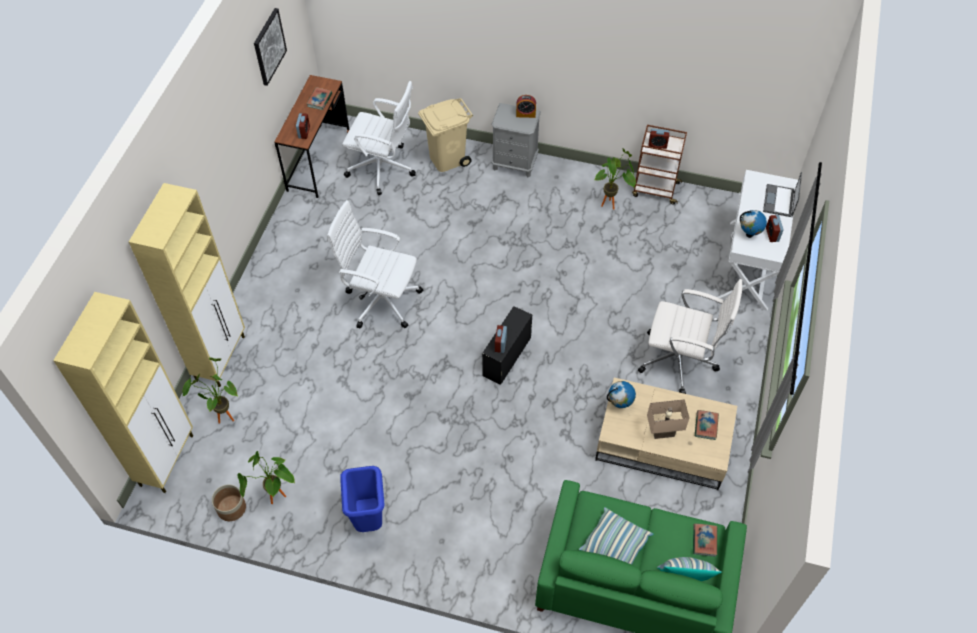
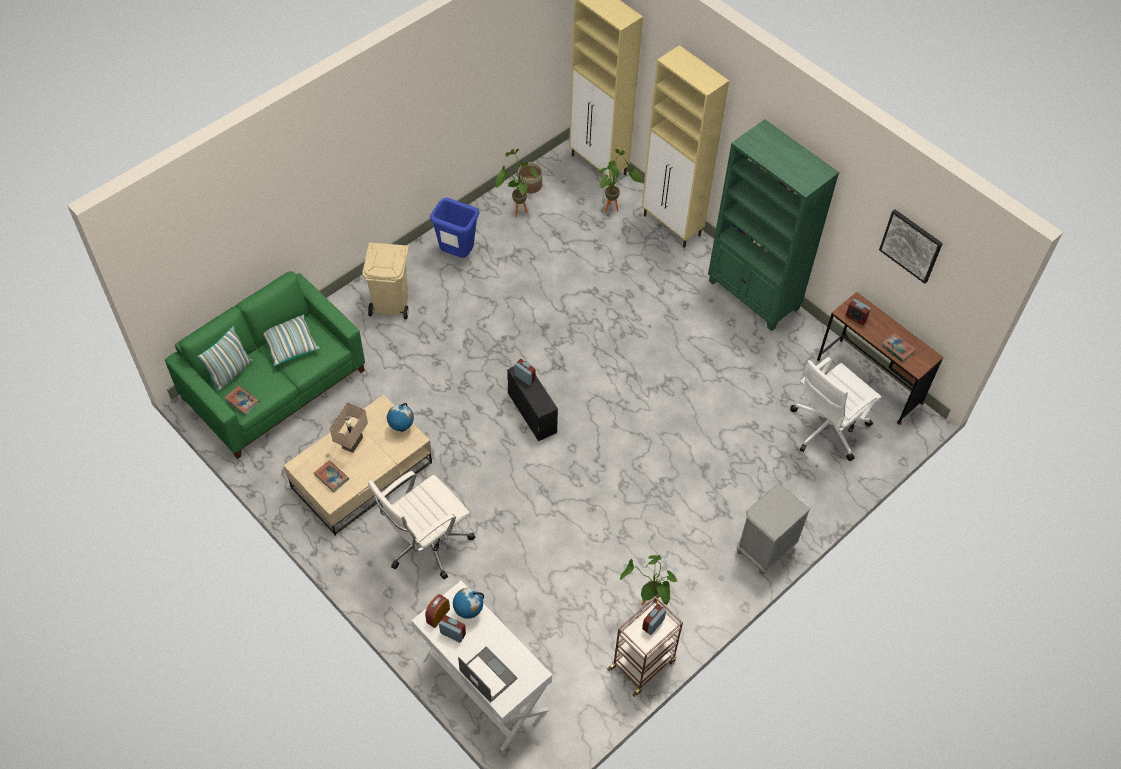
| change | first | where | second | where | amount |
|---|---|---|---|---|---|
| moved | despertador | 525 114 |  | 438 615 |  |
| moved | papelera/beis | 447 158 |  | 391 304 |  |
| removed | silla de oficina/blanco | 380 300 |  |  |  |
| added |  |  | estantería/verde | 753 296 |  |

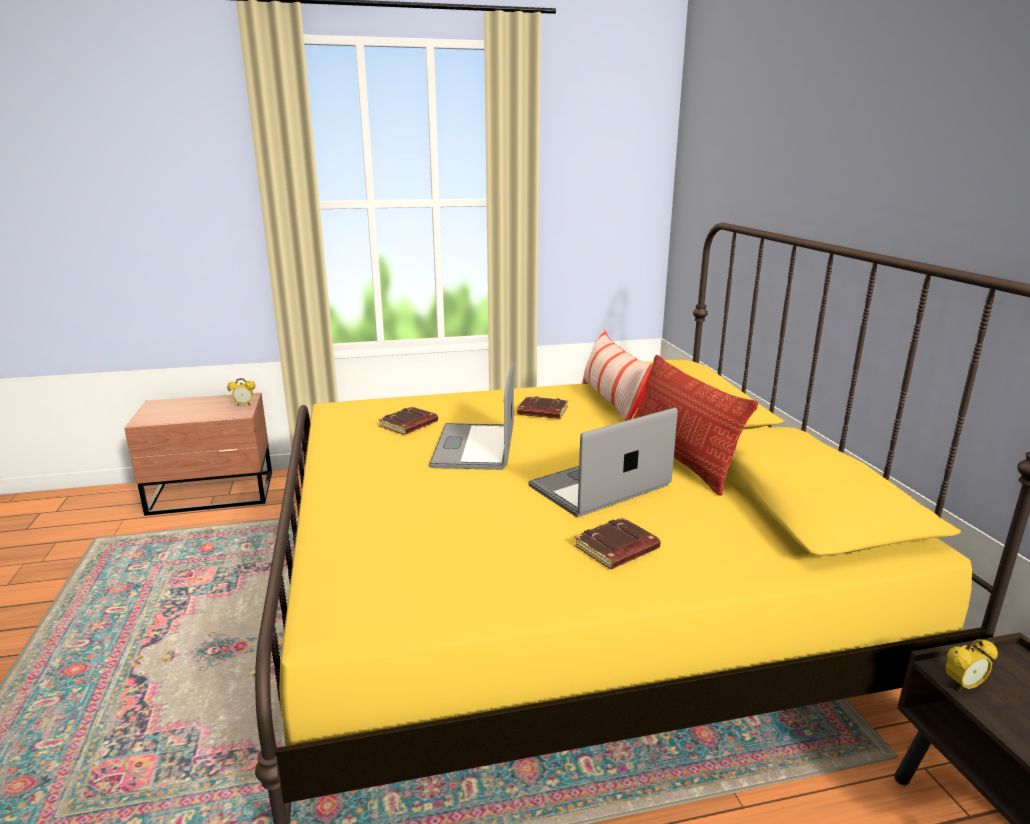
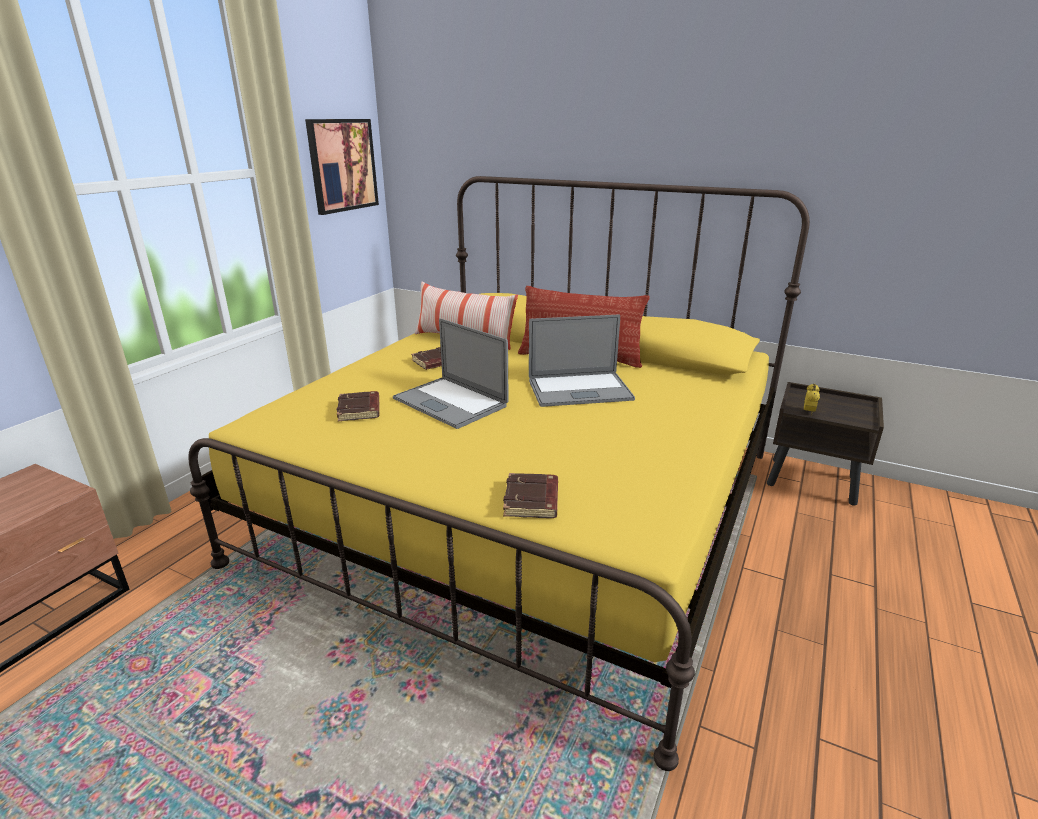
| change | first | where | second | where | amount |
|---|---|---|---|---|---|
| removed | despertador | 244 405 |  |  |  |
| turned | portátil | 599 486 |  | 579 390 | 105 degrees counterclockwise |
| moved | libro/marrón | 617 549 |  | 532 501 |  |
| added |  |  | cuadro | 342 165 |  |

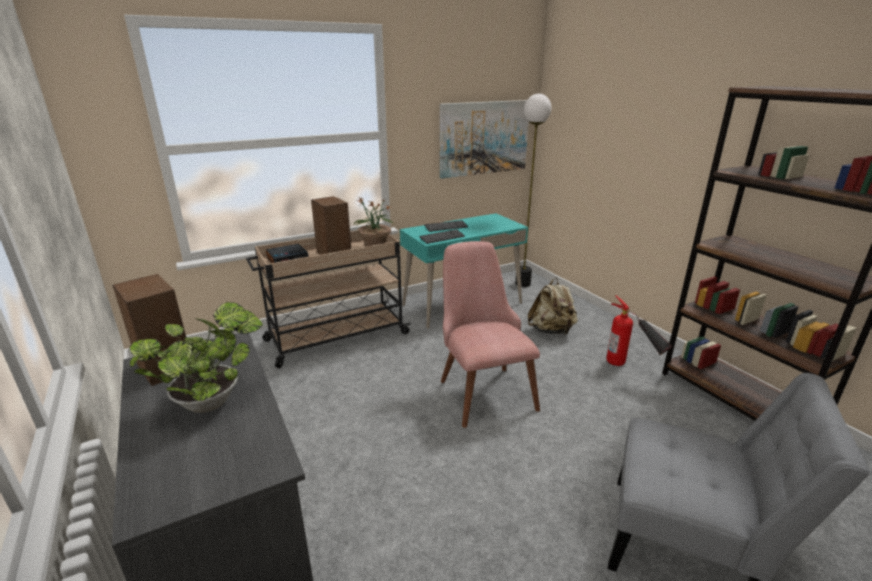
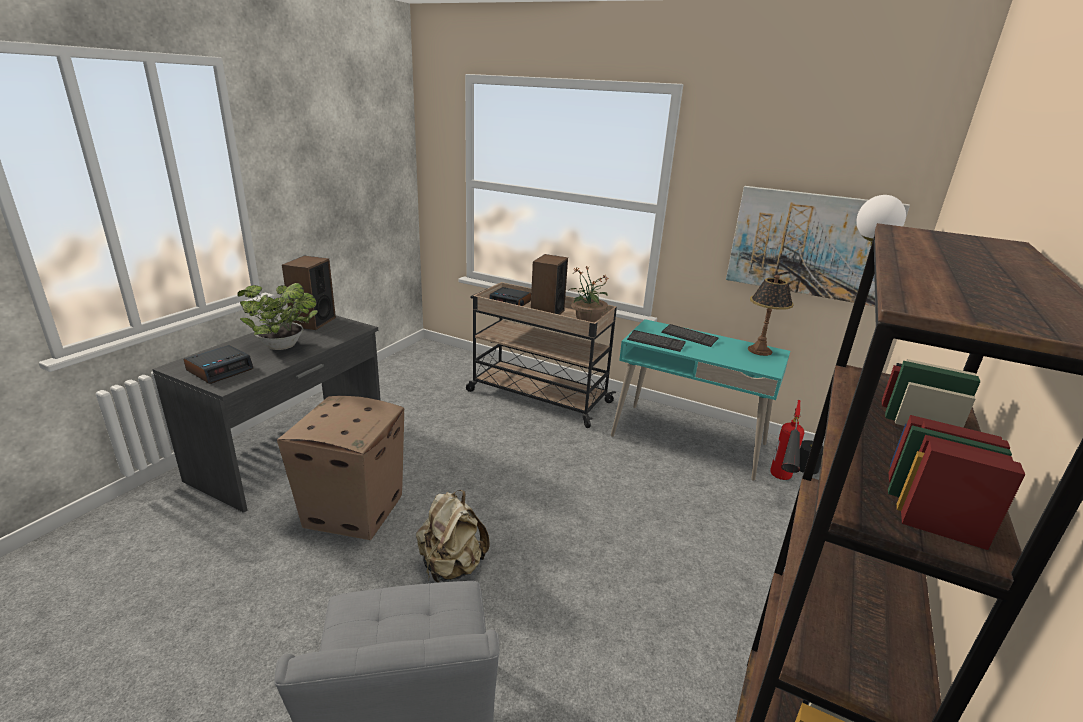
| change | first | where | second | where | amount |
|---|---|---|---|---|---|
| removed | silla/rosa | 481 387 |  |  |  |
| moved | mochila/beis | 551 330 |  | 451 567 |  |
| moved | extintor | 630 369 |  | 780 485 |  |
| added |  |  | lámpara de mesa | 760 350 |  |
| added |  |  | despertador | 220 370 |  |
| added |  |  | caja de cartón | 355 510 |  |

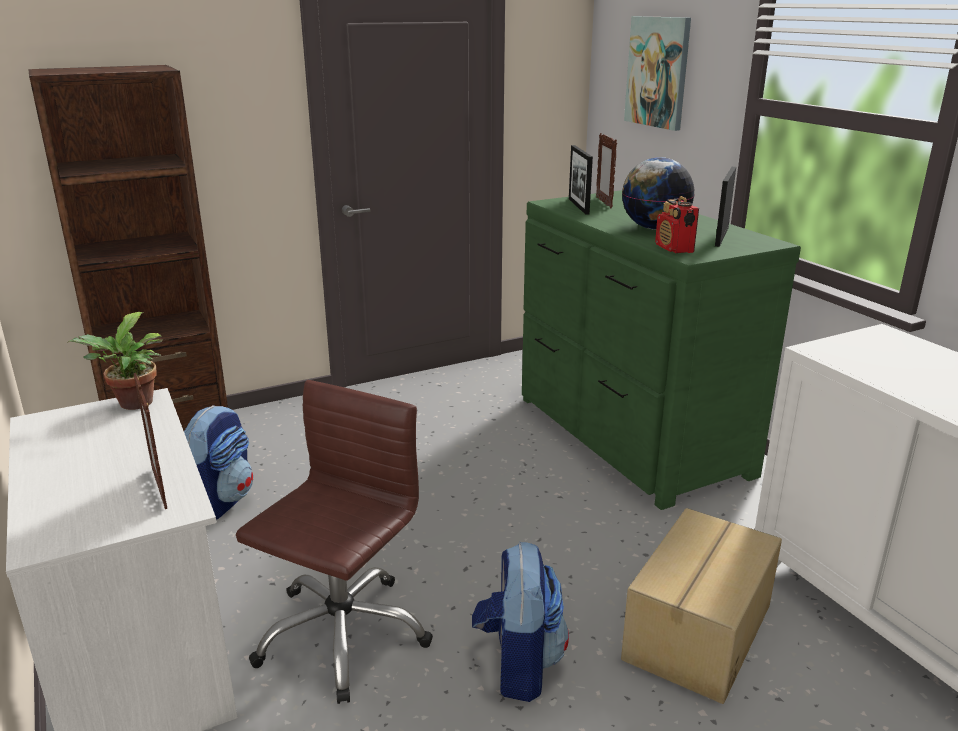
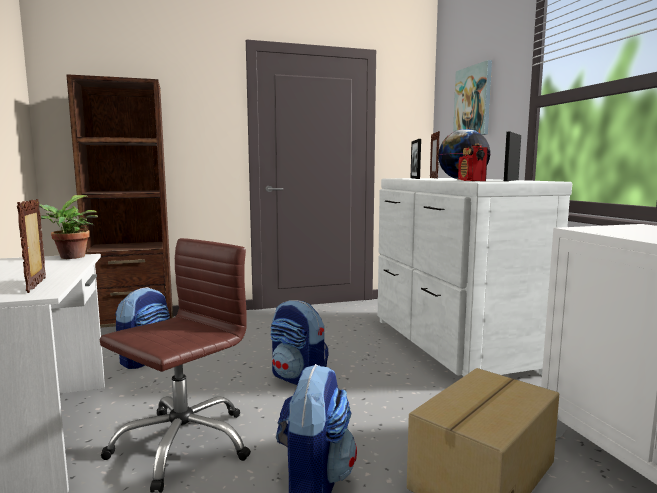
| change | first | where | second | where | amount |
|---|---|---|---|---|---|
| recoloured | cómoda/verde | 628 436 | cómoda/blanco | 451 345 |  |
| added |  |  | mochila | 299 378 |  |

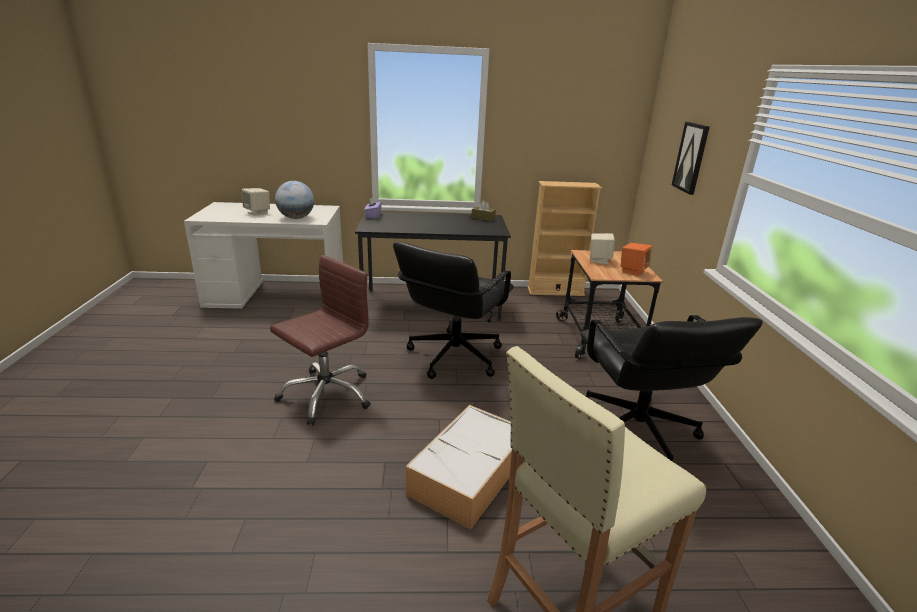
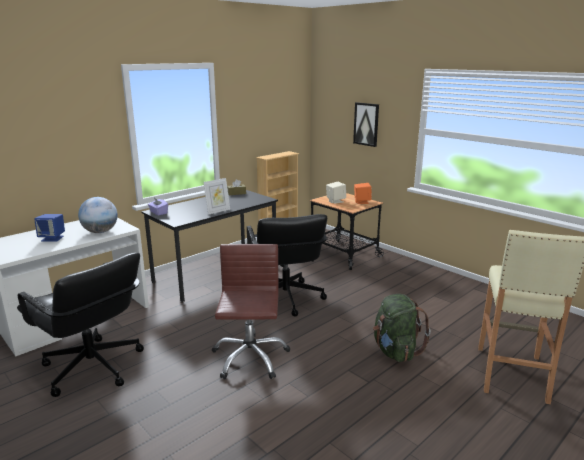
| change | first | where | second | where | amount |
|---|---|---|---|---|---|
| recoloured | altavoz/beis | 258 213 | altavoz/azul | 52 238 |  |
| moved | silla de oficina/negro | 636 433 |  | 92 368 |  |
| replaced | caja de almacenaje | 468 475 | mochila/verde | 395 351 |  |
| added |  |  | portarretratos | 218 211 |  |

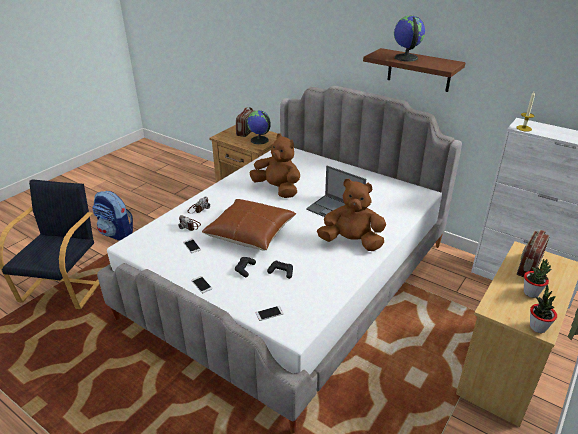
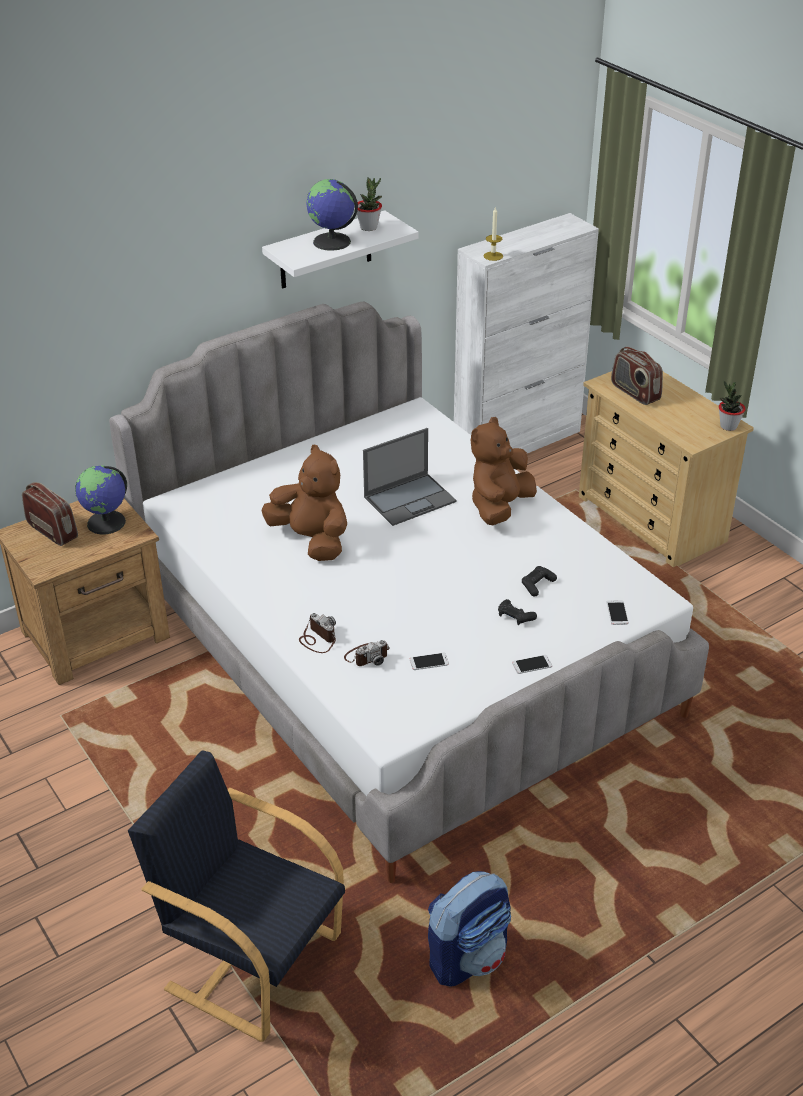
| change | first | where | second | where | amount |
|---|---|---|---|---|---|
| recoloured | estante/marrón | 419 70 | estante/blanco | 325 251 |  |
| turned | peluche/marrón | 277 189 |  | 311 540 | 75 degrees clockwise |
| moved | mochila | 117 233 |  | 468 956 |  |
| removed | cojín/marrón | 250 232 |  |  |  |
| moved | planta en maceta | 531 293 |  | 369 227 |  |

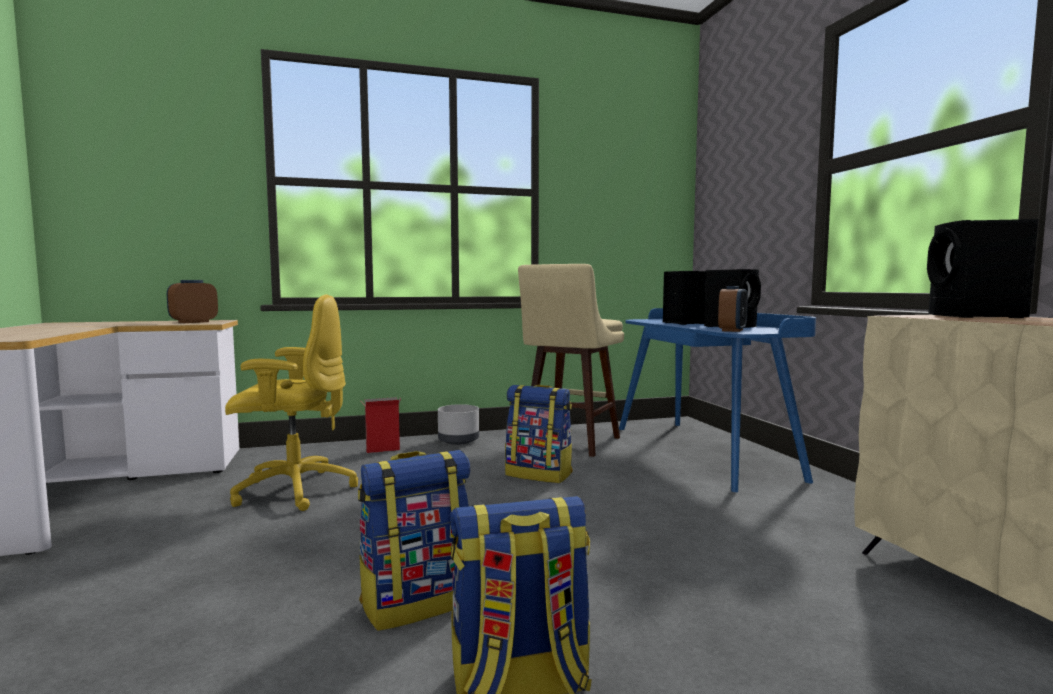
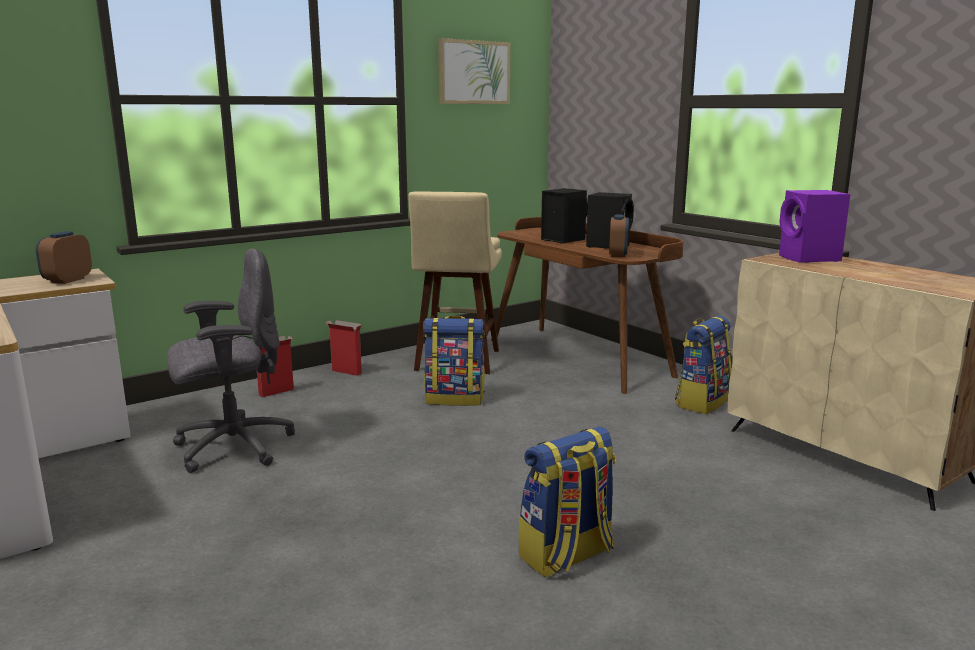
| change | first | where | second | where | amount |
|---|---|---|---|---|---|
| recoloured | altavoz/negro | 975 316 | altavoz/morado | 809 259 |  |
| recoloured | silla de oficina/amarillo | 293 490 | silla de oficina/gris | 232 447 |  |
| recoloured | escritorio/azul | 702 451 | escritorio/marrón | 579 357 |  |
| replaced | maceta/gris | 459 441 | caja de cartón | 346 372 |  |
| moved | mochila | 418 602 |  | 701 402 |  |
| added |  |  | cuadro | 474 72 |  |

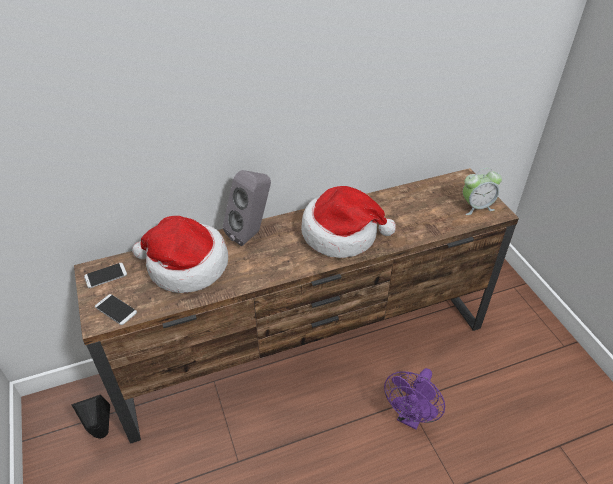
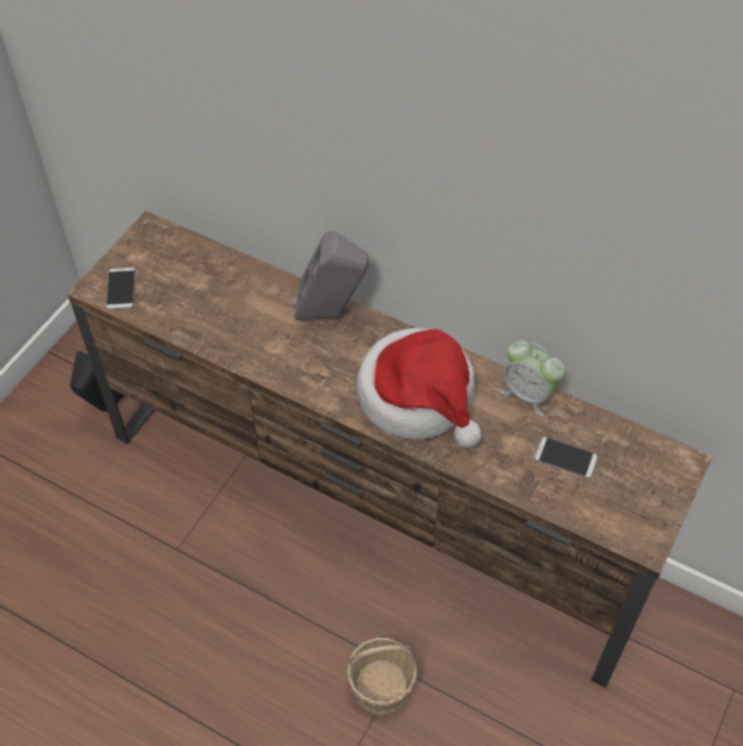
| change | first | where | second | where | amount |
|---|---|---|---|---|---|
| moved | despertador | 476 207 |  | 528 394 |  |
| removed | sombrero | 185 266 |  |  |  |
| moved | móvil | 105 275 |  | 565 458 |  |
| replaced | ventilador/morado | 411 417 | cesta | 382 687 |  |

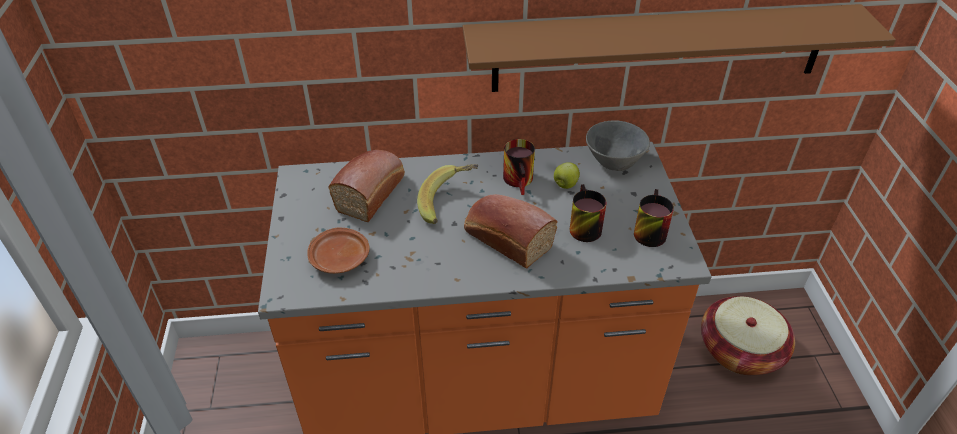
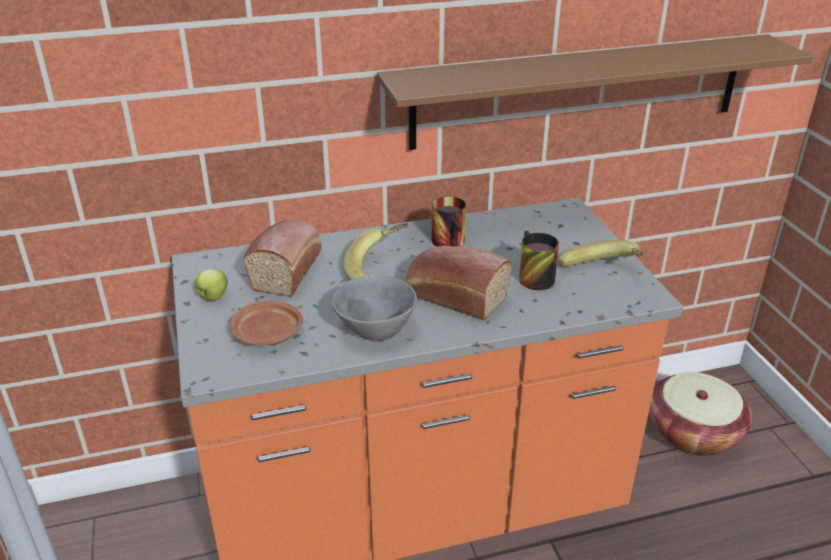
| change | first | where | second | where | amount |
|---|---|---|---|---|---|
| moved | cuenco/gris | 614 160 |  | 376 328 |  |
| moved | manzana | 565 185 |  | 212 297 |  |
| replaced | taza grande | 647 230 | plátano | 601 273 |  |

